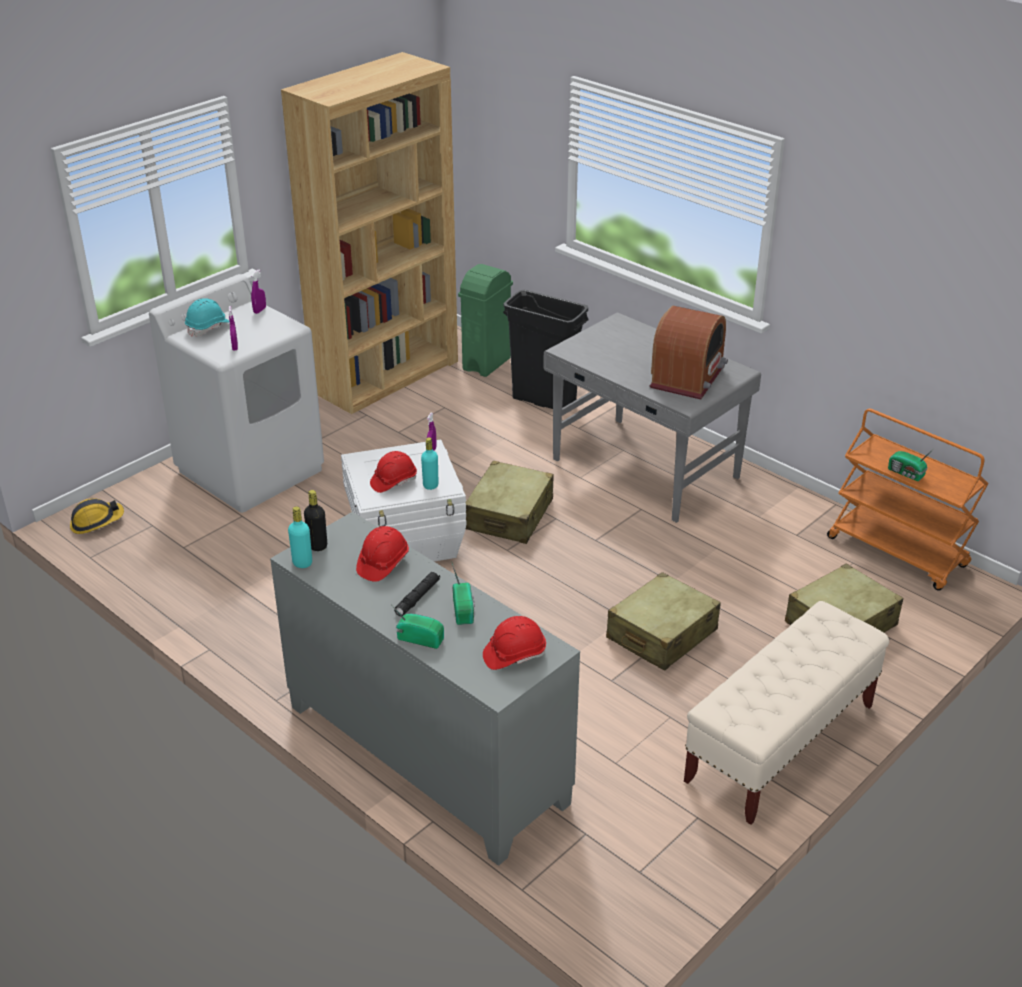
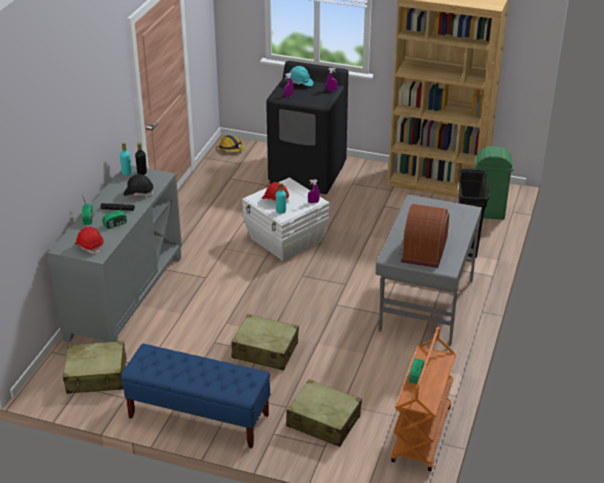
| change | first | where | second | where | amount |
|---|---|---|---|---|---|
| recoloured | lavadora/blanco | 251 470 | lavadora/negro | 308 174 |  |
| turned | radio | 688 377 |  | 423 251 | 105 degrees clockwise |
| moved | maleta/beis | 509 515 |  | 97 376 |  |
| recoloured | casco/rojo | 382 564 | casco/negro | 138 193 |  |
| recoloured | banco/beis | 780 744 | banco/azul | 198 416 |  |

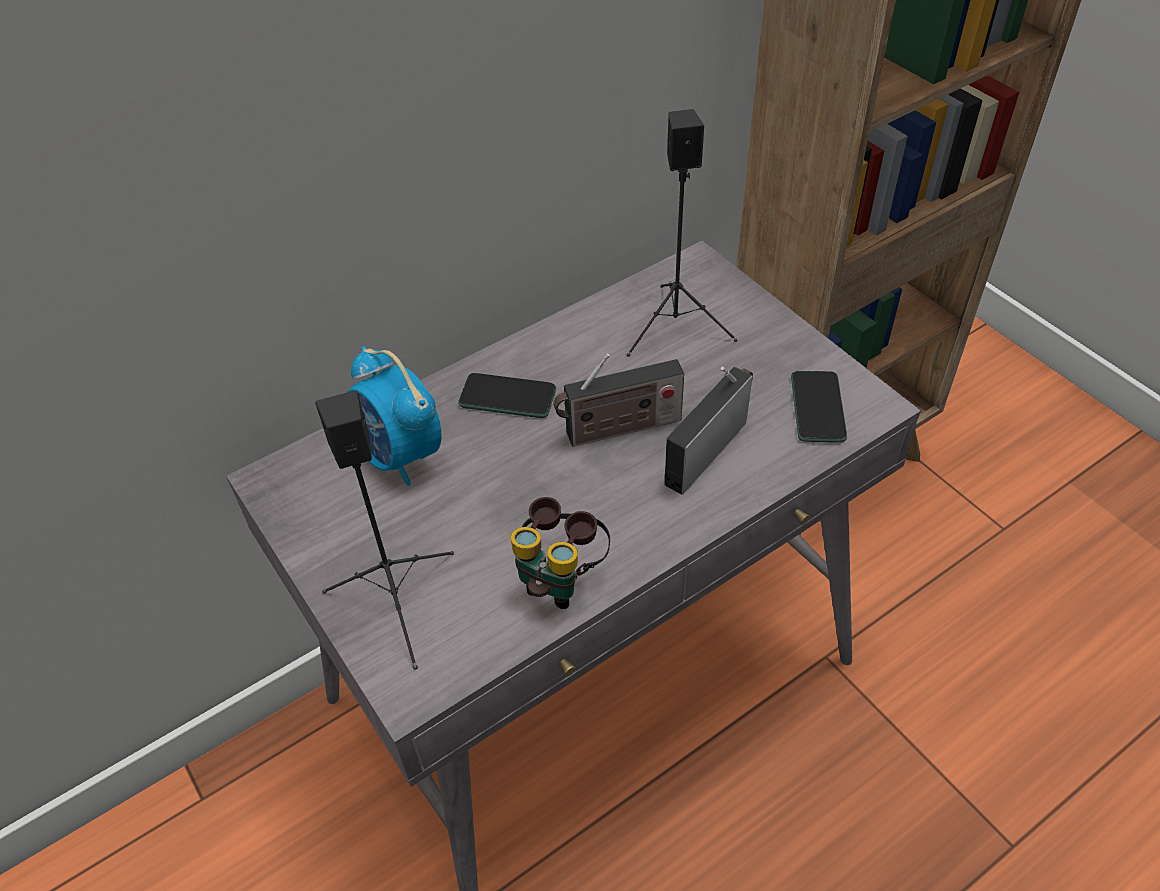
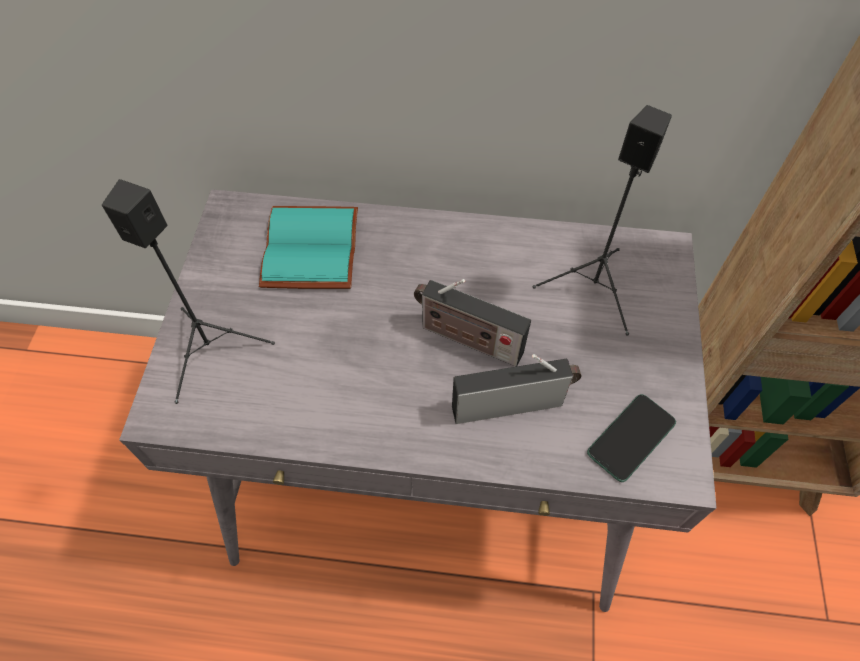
| change | first | where | second | where | amount |
|---|---|---|---|---|---|
| replaced | despertador | 400 455 | libro/turquesa | 314 250 |  |
| removed | móvil | 507 397 |  |  |  |
| removed | prismáticos | 560 578 |  |  |  |

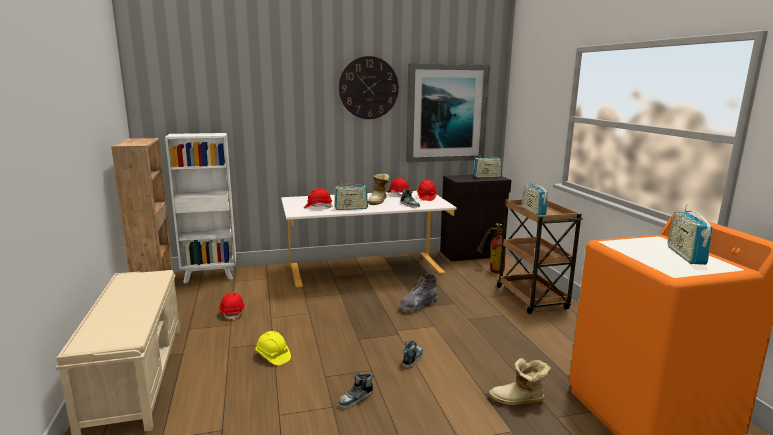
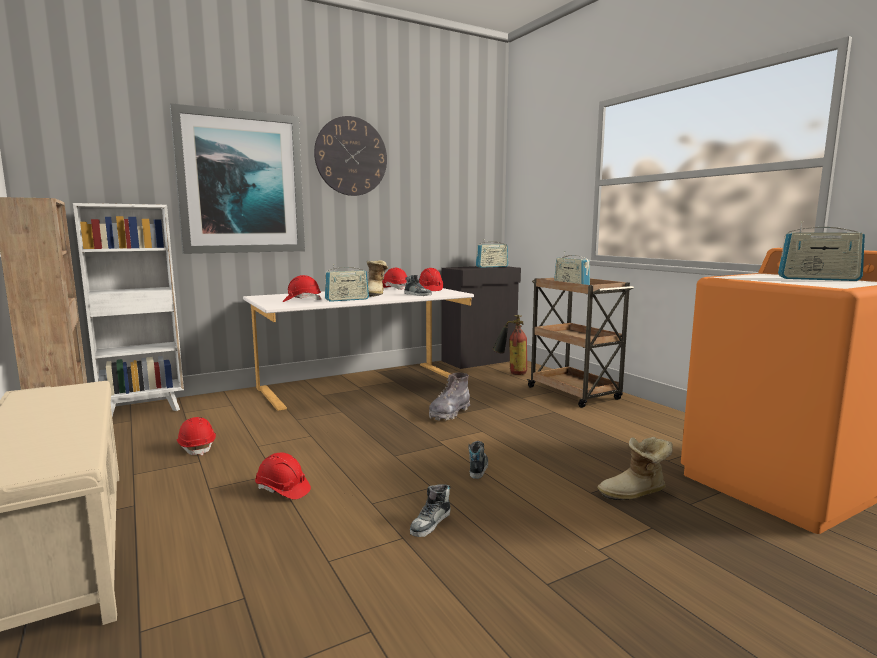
| change | first | where | second | where | amount |
|---|---|---|---|---|---|
| moved | cuadro | 446 113 |  | 241 183 |  |
| turned | radio | 685 255 |  | 818 279 | 60 degrees counterclockwise |
| recoloured | casco/amarillo | 273 356 | casco/rojo | 282 490 |  |

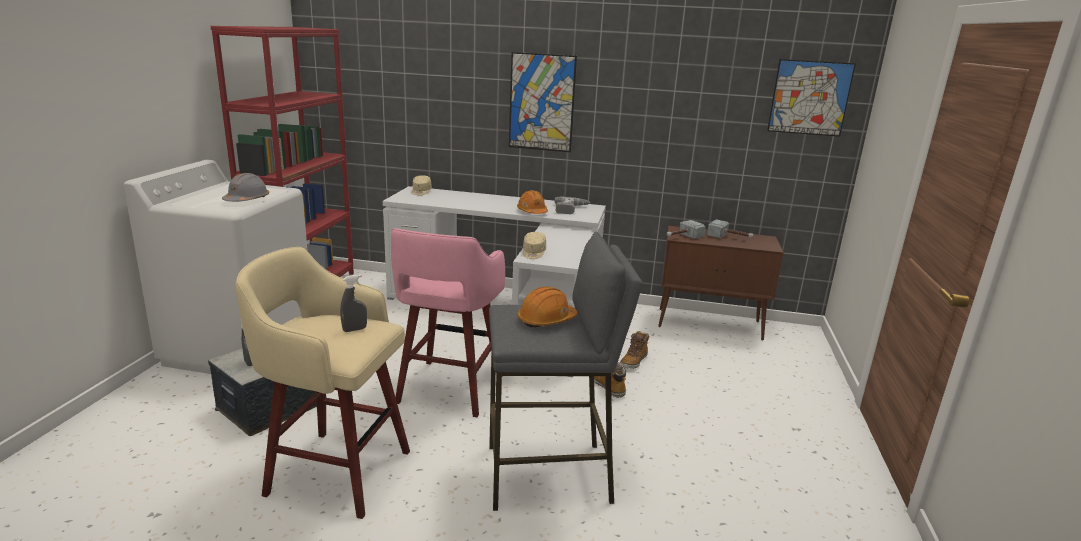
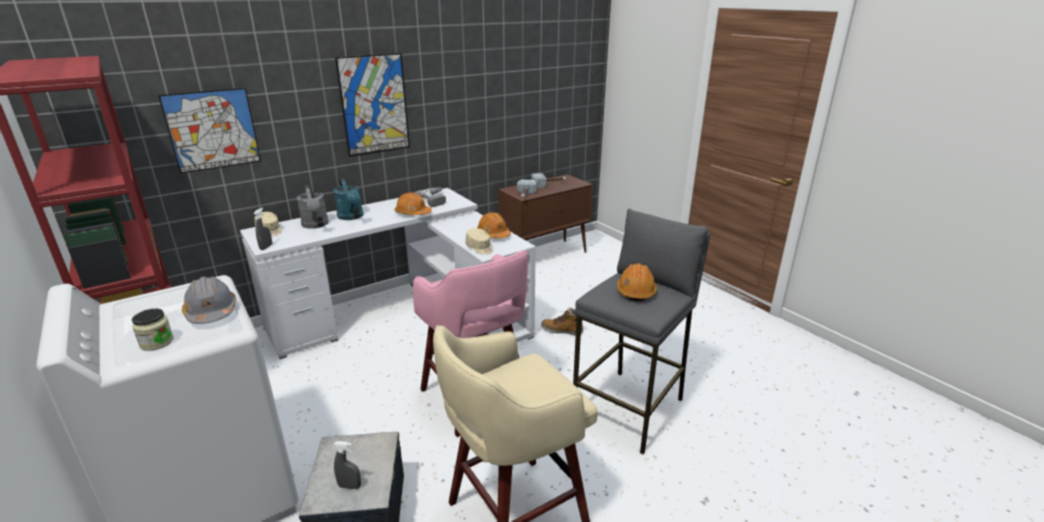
| change | first | where | second | where | amount |
|---|---|---|---|---|---|
| moved | cuadro | 809 98 |  | 212 130 |  |
| moved | pulverizador/gris | 354 329 |  | 266 247 |  |
| removed | bota | 634 361 |  |  |  |
| added |  |  | regadera/turquesa | 351 217 |  |
| added |  |  | regadera/gris | 316 225 |  |
| added |  |  | casco/naranja | 493 234 |  |
| added |  |  | tarro | 157 342 |  |

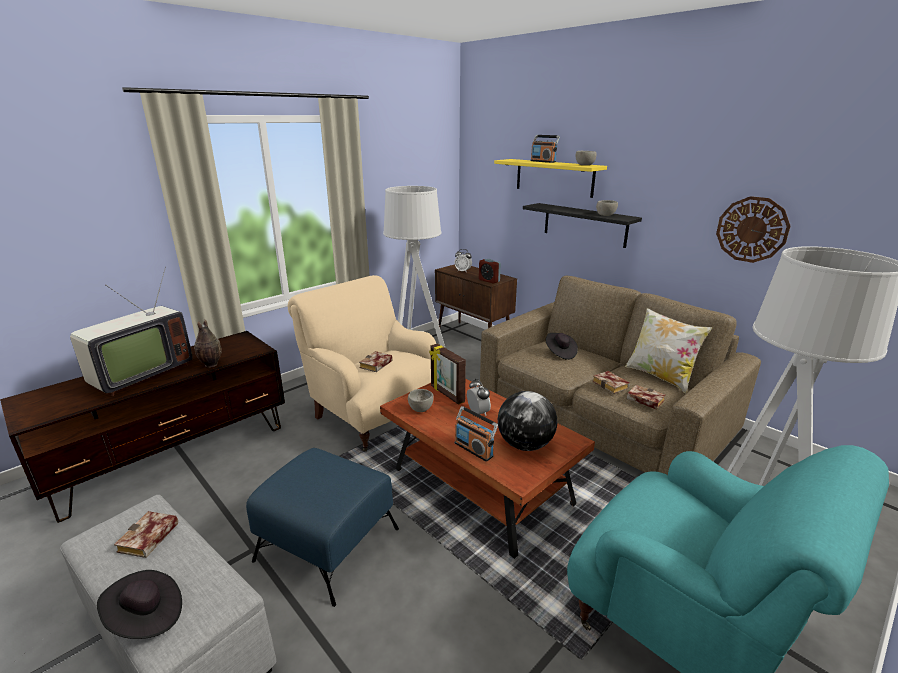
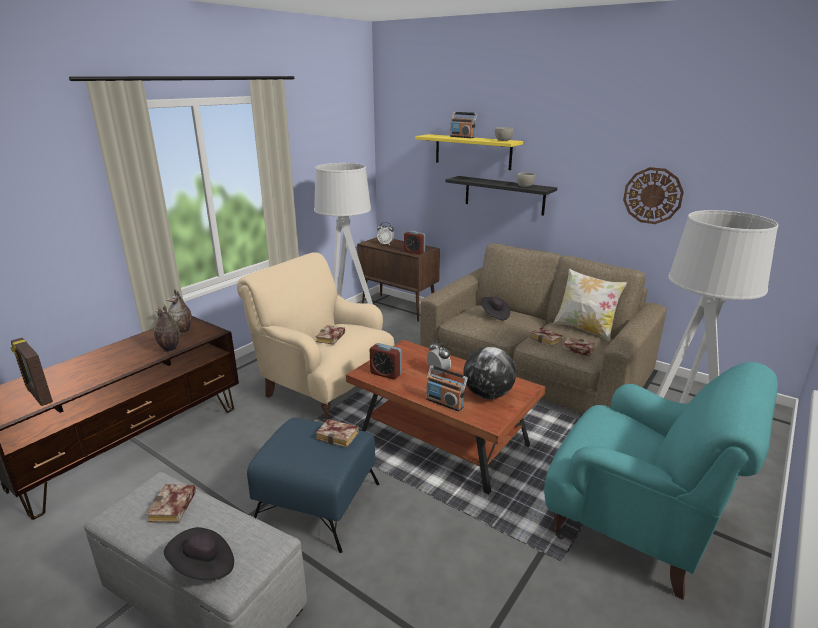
| change | first | where | second | where | amount |
|---|---|---|---|---|---|
| removed | televisor | 139 374 |  |  |  |
| moved | portarretratos | 446 394 |  | 38 395 |  |
| replaced | cuenco/gris | 421 409 | despertador | 386 374 |  |
| added |  |  | florero | 183 332 |  |
| added |  |  | libro | 339 436 |  |

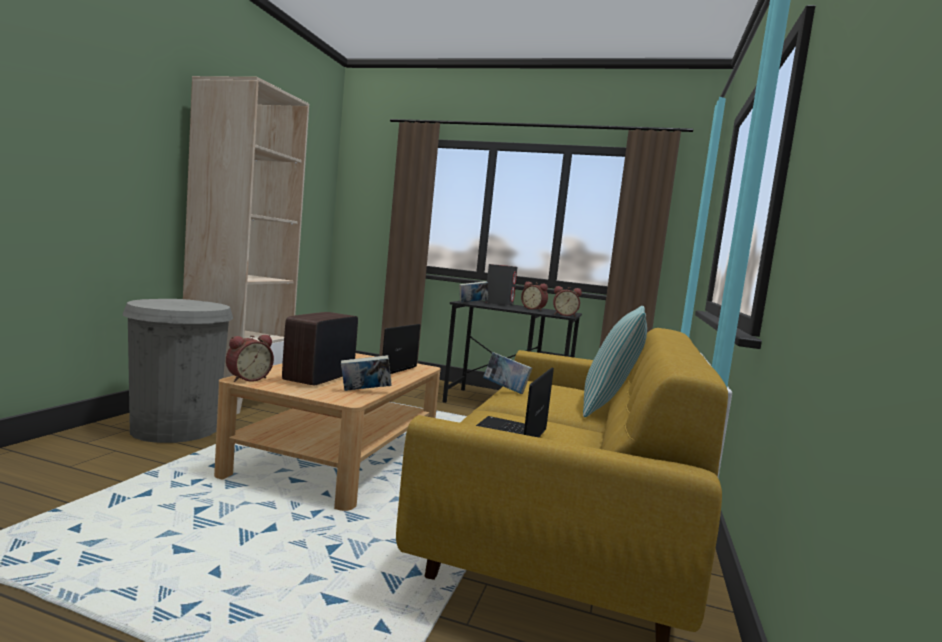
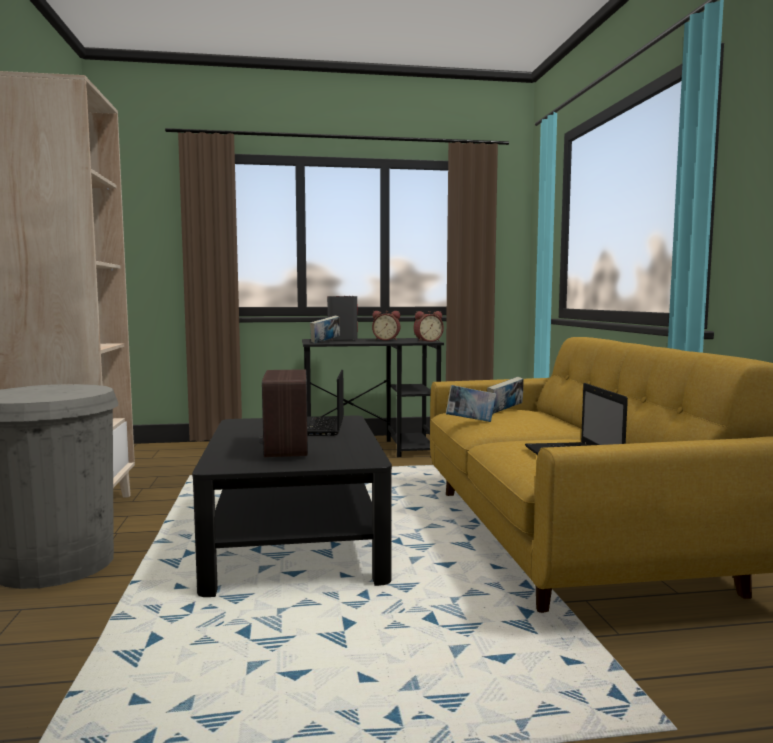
| change | first | where | second | where | amount |
|---|---|---|---|---|---|
| removed | cojín | 609 407 |  |  |  |
| removed | despertador | 247 378 |  |  |  |
| recoloured | mesa de centro/beis | 337 458 | mesa de centro/negro | 296 540 |  |
| moved | libro | 364 391 |  | 505 412 |  |

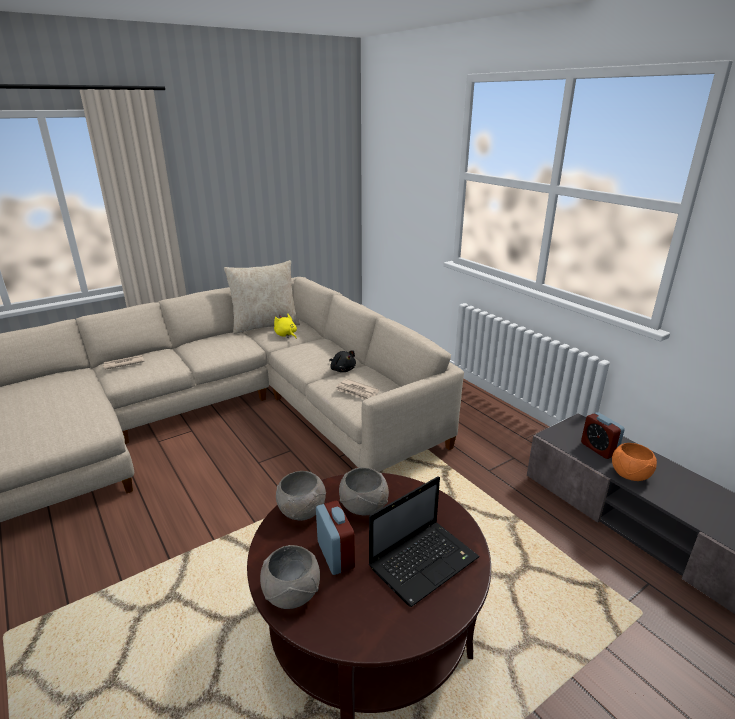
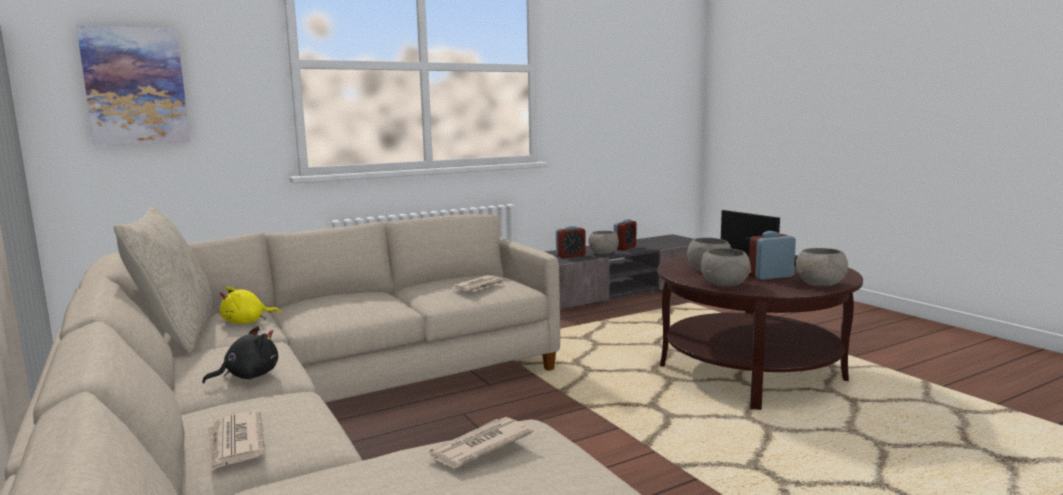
| change | first | where | second | where | amount |
|---|---|---|---|---|---|
| moved | peluche/negro | 342 369 |  | 248 376 |  |
| recoloured | cuenco/naranja | 630 475 | cuenco/gris | 604 253 |  |
| added |  |  | cuadro | 135 86 |  |
| added |  |  | despertador | 625 247 |  |
| added |  |  | periódico | 479 446 |  |

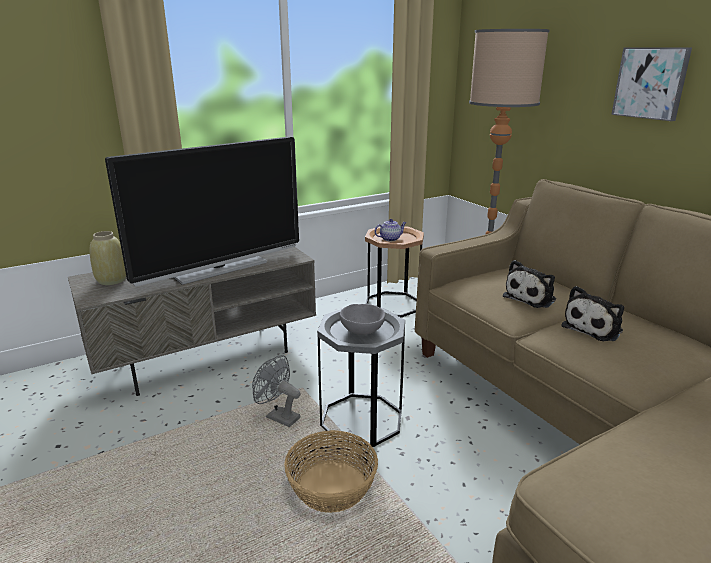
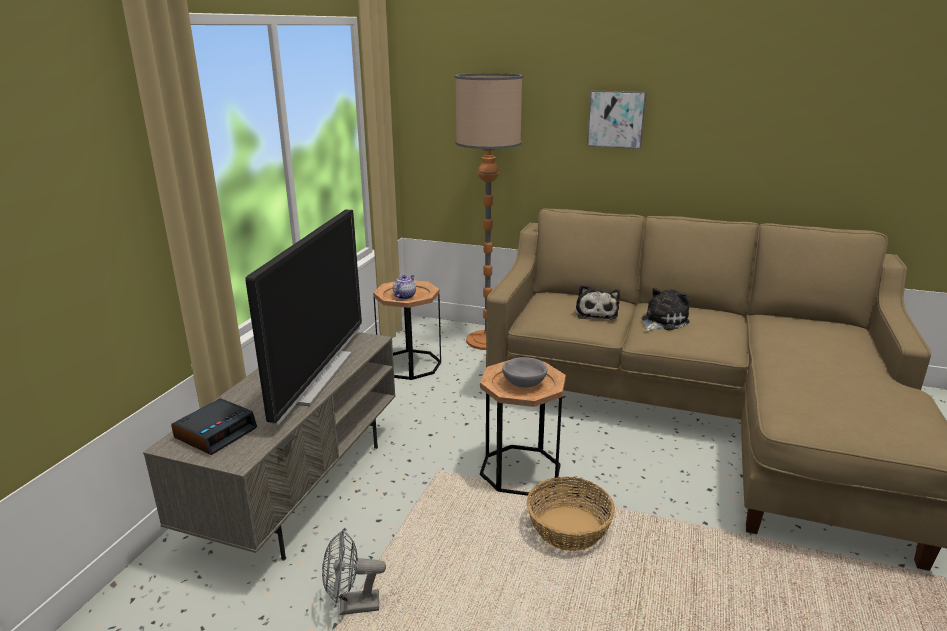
| change | first | where | second | where | amount |
|---|---|---|---|---|---|
| replaced | florero/beis | 112 280 | despertador | 216 433 |  |
| turned | peluche | 594 328 |  | 662 322 | 135 degrees counterclockwise |
| recoloured | mesa auxiliar/gris | 361 419 | mesa auxiliar/marrón | 520 470 |  |
| moved | ventilador/gris | 278 416 |  | 352 606 |  |

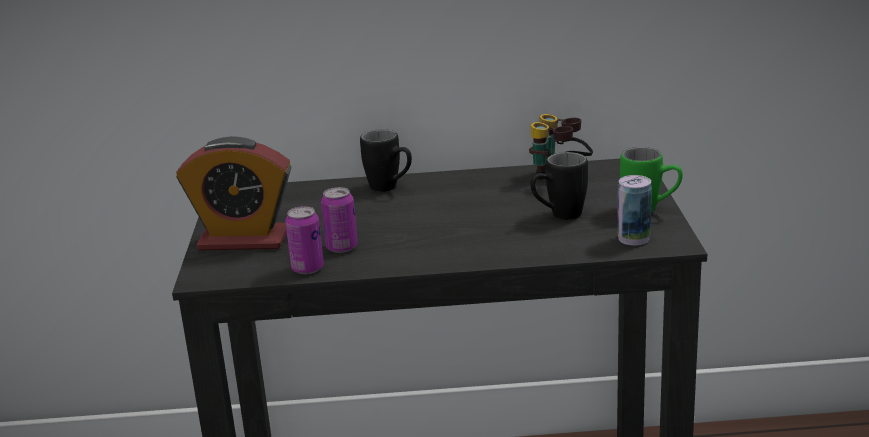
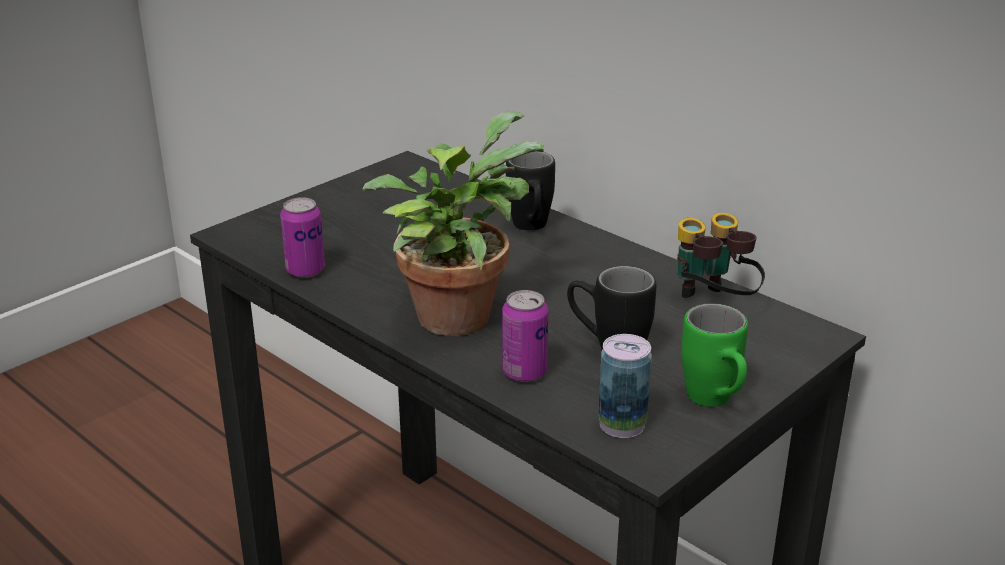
| change | first | where | second | where | amount |
|---|---|---|---|---|---|
| removed | despertador | 243 240 |  |  |  |
| moved | lata | 342 247 |  | 524 372 |  |
| added |  |  | planta en maceta | 456 312 |  |

